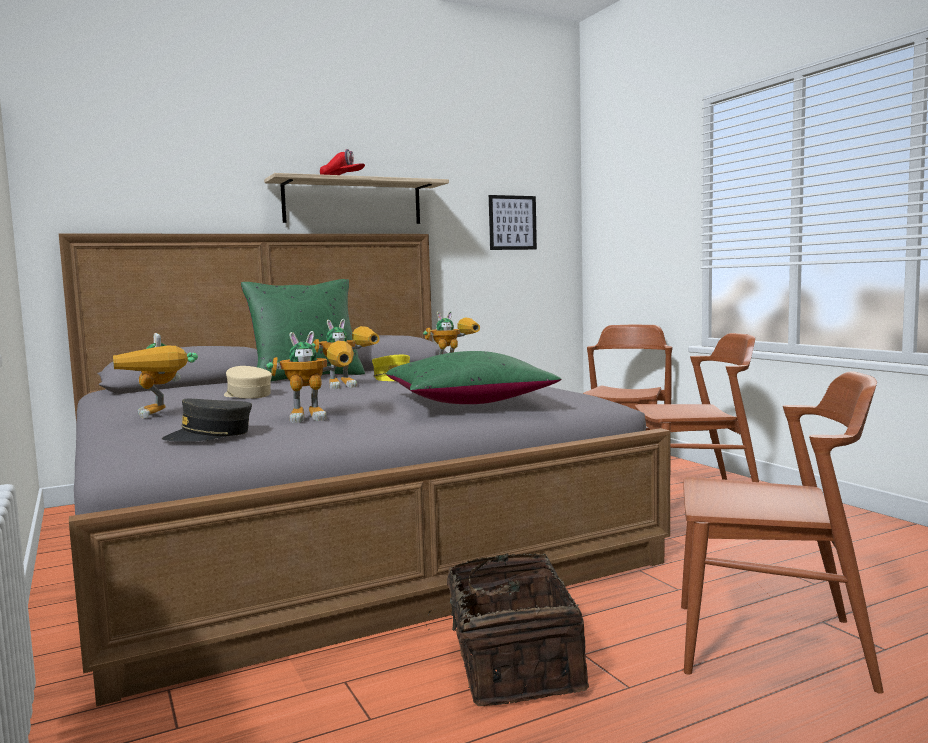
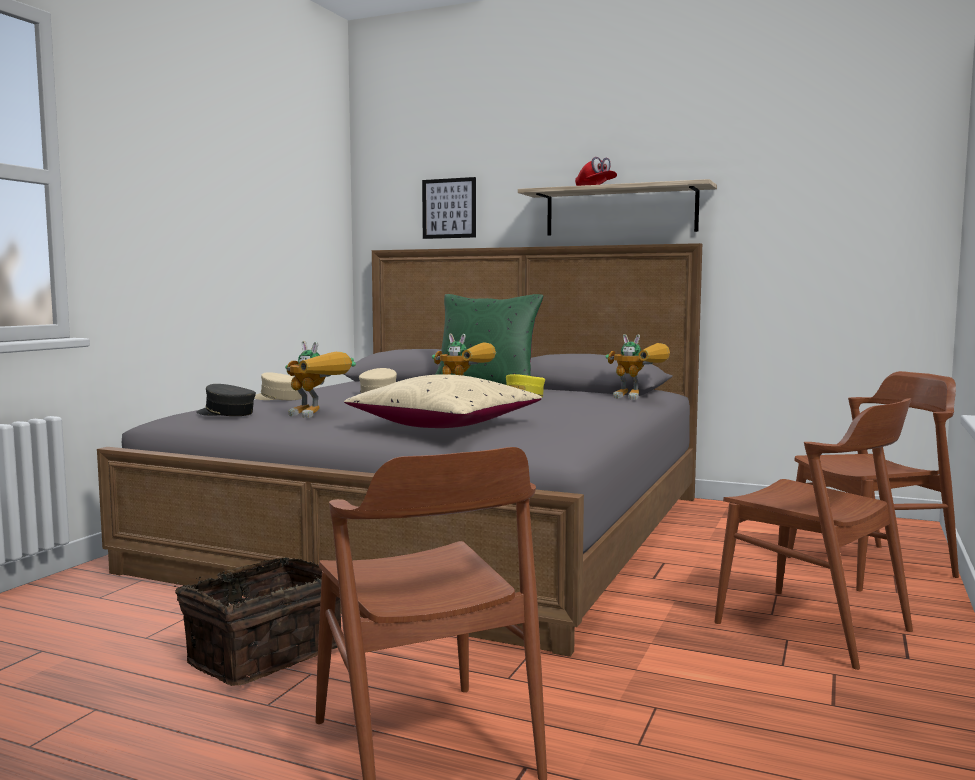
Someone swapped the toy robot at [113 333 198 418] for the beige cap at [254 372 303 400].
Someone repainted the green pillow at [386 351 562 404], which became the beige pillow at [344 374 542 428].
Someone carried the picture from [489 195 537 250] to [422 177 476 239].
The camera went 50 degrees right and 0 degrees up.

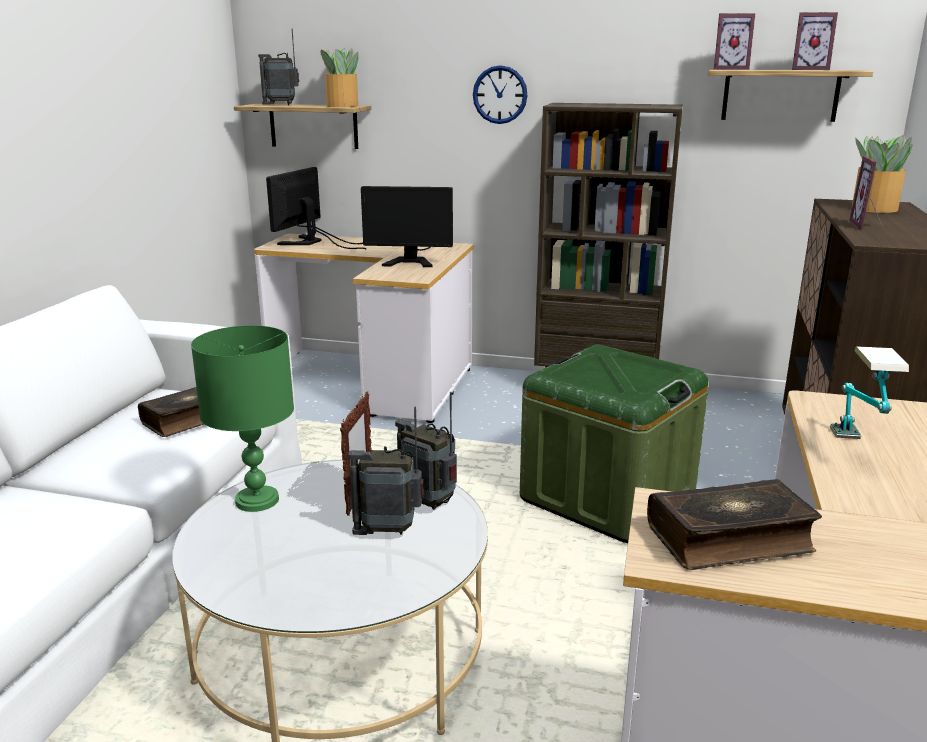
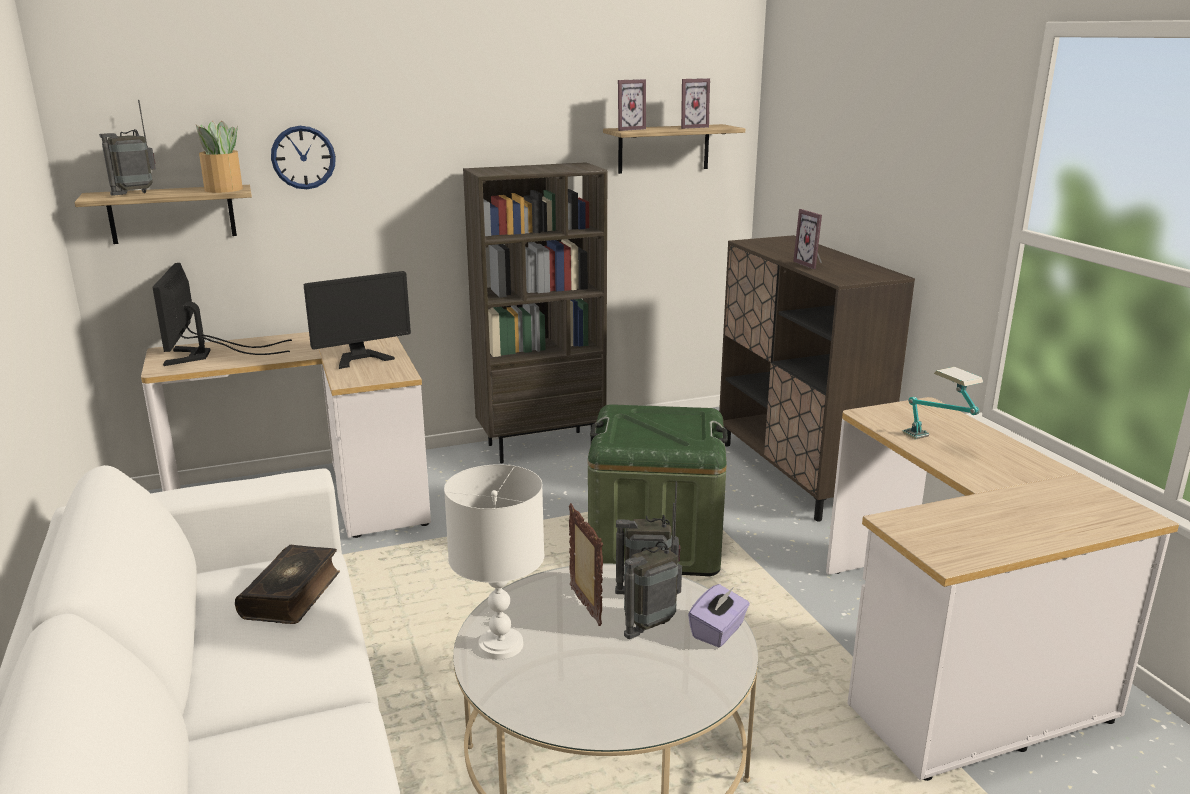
Someone carried the wall clock from [473 65 527 124] to [271 126 336 189].
Someone repainted the green table lamp at [191 325 294 512], which became the white table lamp at [444 464 544 659].
Someone put down the purple tissue box at [688 584 750 647].
Someone took away the book at [647 479 822 570].
Someone took away the potted plant at [852 135 912 213].
The camera went 35 degrees left and 0 degrees up.

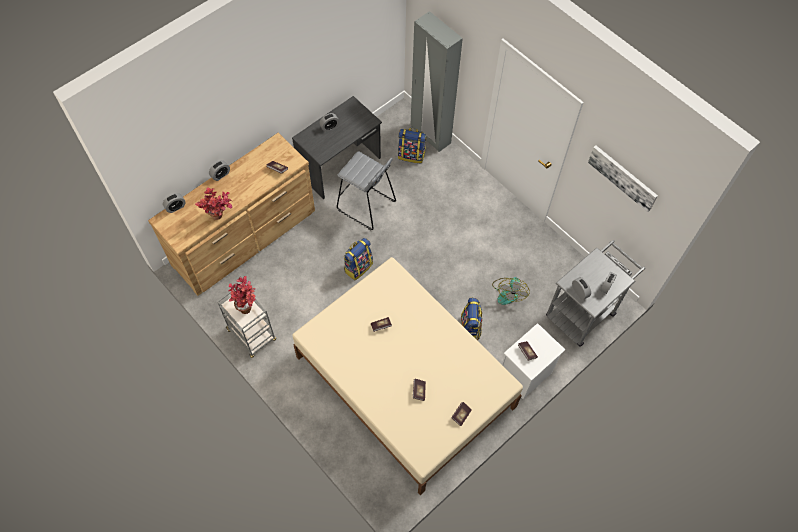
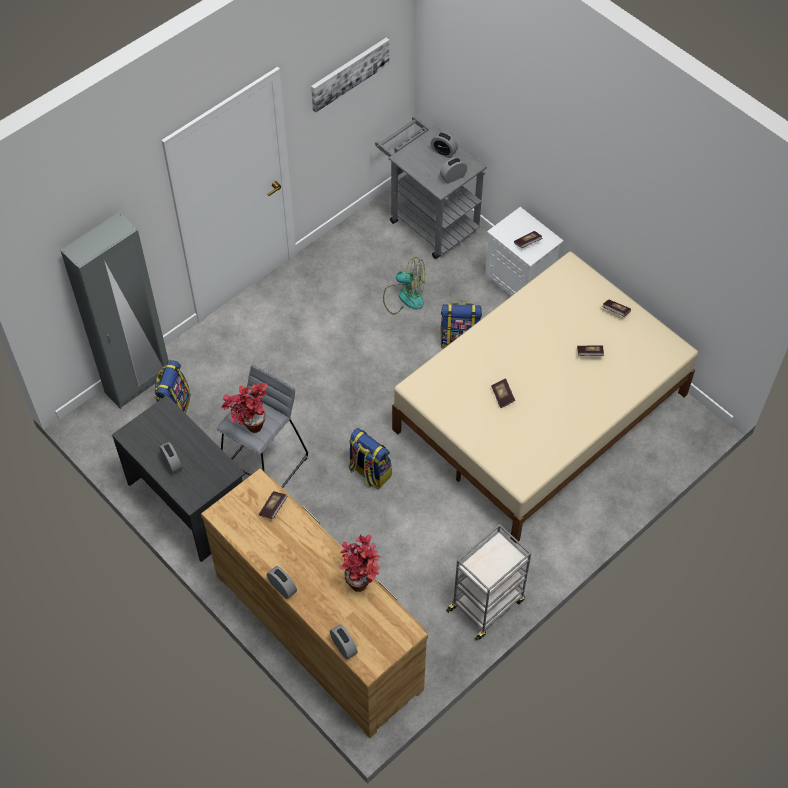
Someone carried the potted plant from [229 276 256 314] to [222 383 267 433].
The camera went 90 degrees left and 5 degrees down.

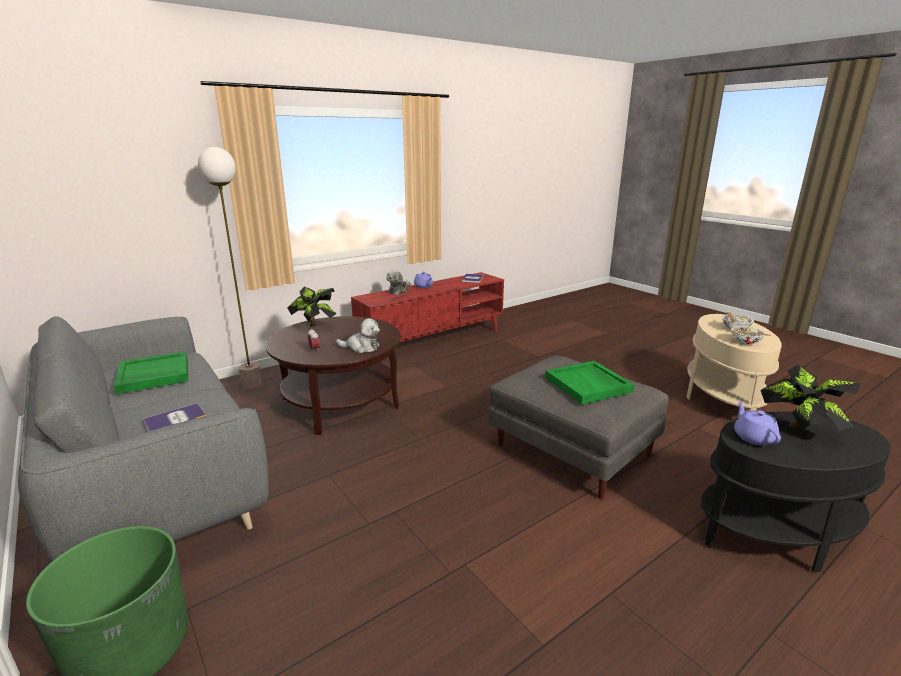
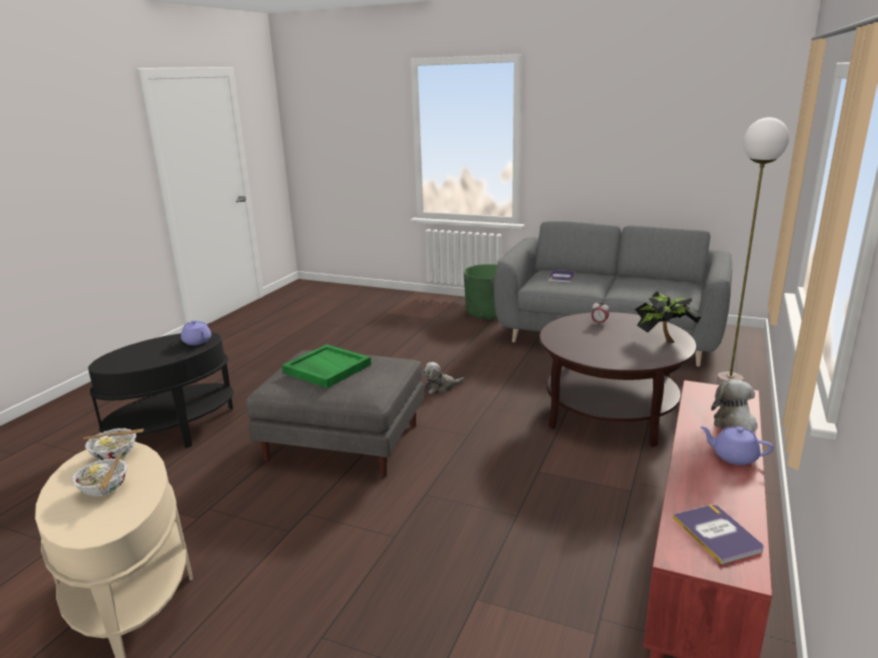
Someone carried the plush toy from [336 318 380 353] to [422 362 464 394].
Someone took away the green tray at [114 351 188 394].
Someone took away the potted plant at [760 365 861 431].
The camera went 150 degrees right and 0 degrees up.

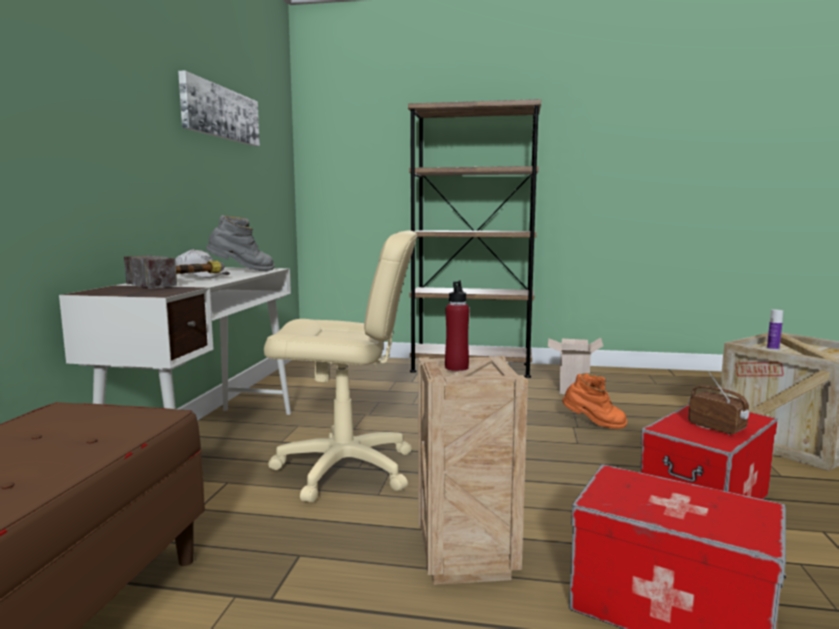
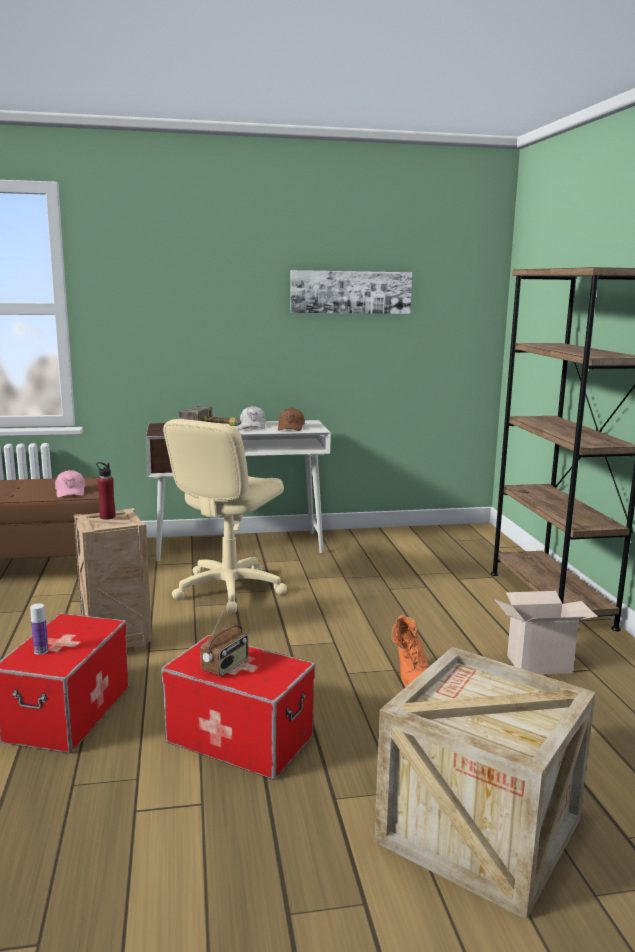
Someone carried the bottle from [767 309 783 350] to [30 603 48 655].
Someone put down the pink cap at [55 470 85 498].
Someone rotated the beige office chair at [264 230 417 502] by 45 degrees clockwise.
Someone swapped the grey boot at [206 215 275 271] for the brown cap at [278 408 305 431].
The camera went 70 degrees right and 5 degrees up.

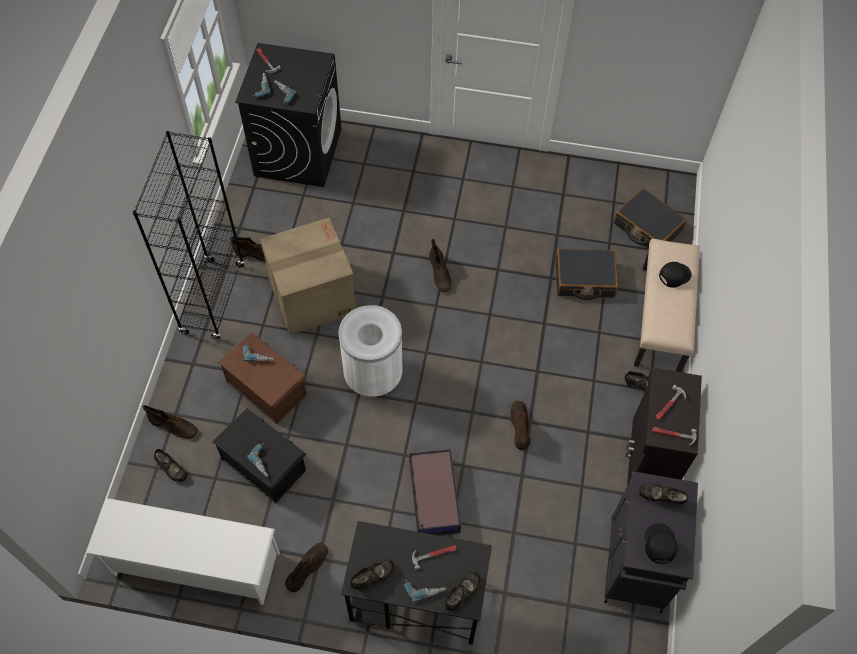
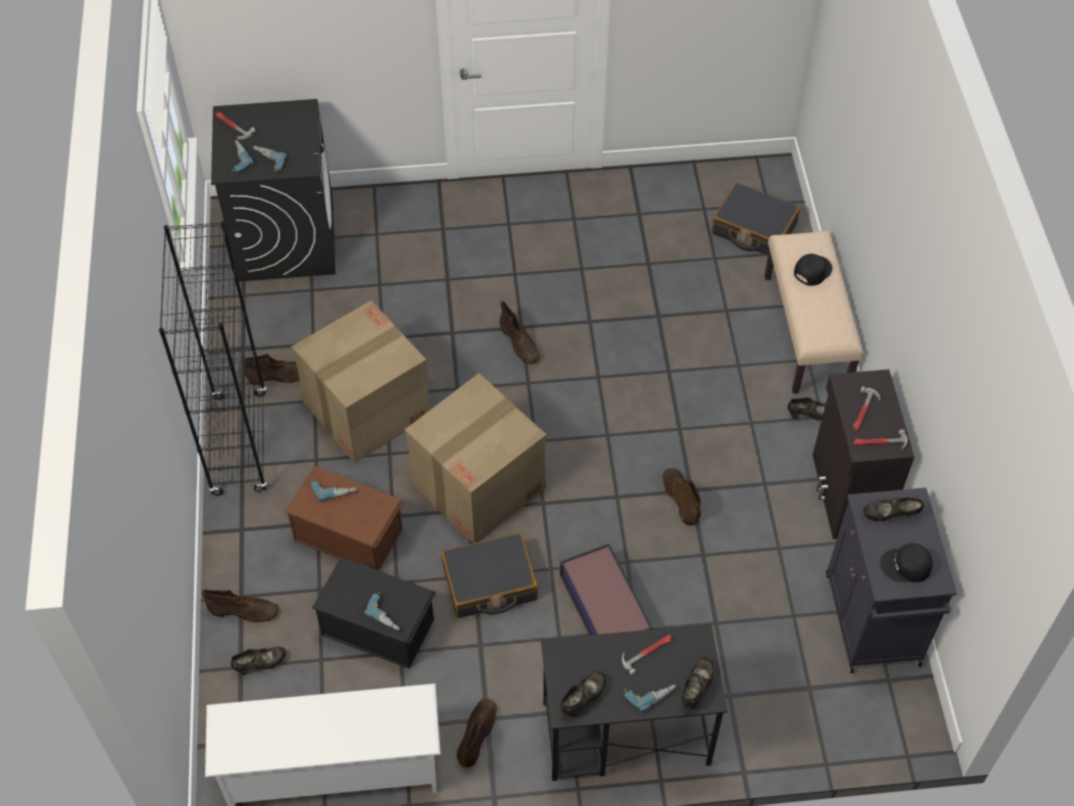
Someone rotated the black shoe at [154 449 187 482] by 45 degrees counterclockwise.
Someone swapped the white trash can at [338 305 403 397] for the cardboard box at [405 373 546 543].
Someone carried the black suitcase from [556 248 618 300] to [441 533 538 618].
Someone rotated the black cap at [644 523 678 563] by 75 degrees counterclockwise.
The camera went 15 degrees left and 5 degrees down.

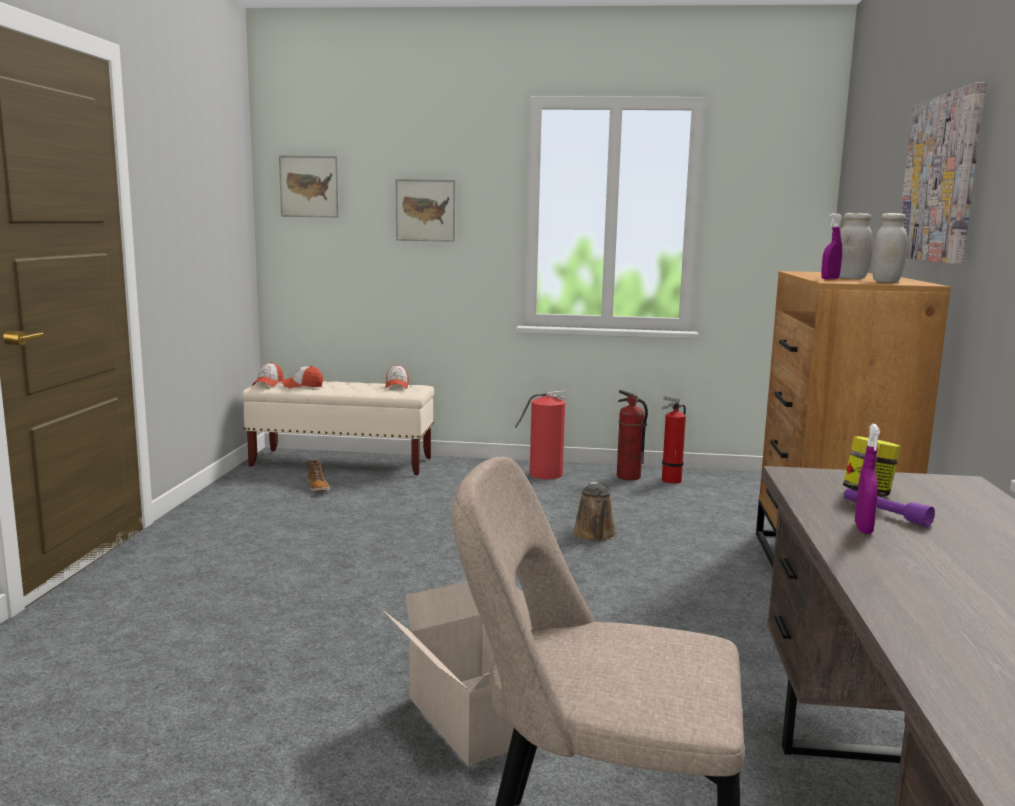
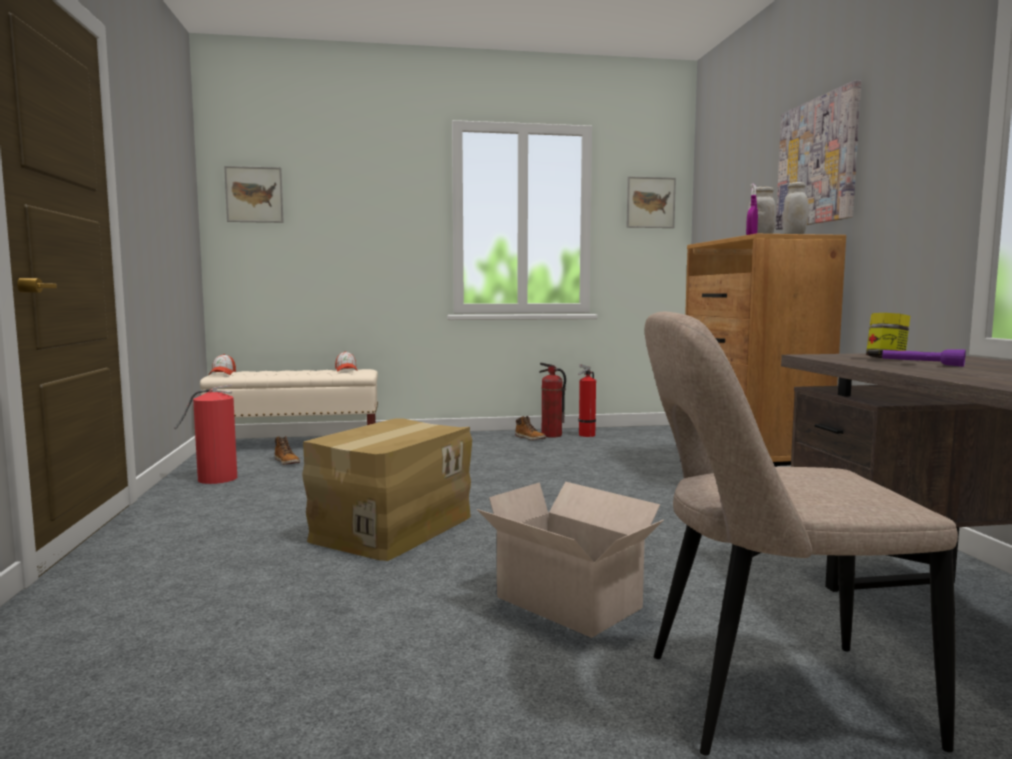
Someone carried the fire extinguisher from [515 391 565 479] to [174 385 237 484].
Someone put down the cardboard box at [302 418 472 561].
Someone put down the boot at [515 416 546 440].
Someone carried the picture from [396 179 456 242] to [627 176 676 228].
Someone took away the cap at [282 366 323 388].
Someone took away the brown watering can at [573 482 617 541].
Someone took away the purple spray bottle at [855 424 880 534].
The camera went 15 degrees left and 5 degrees down.

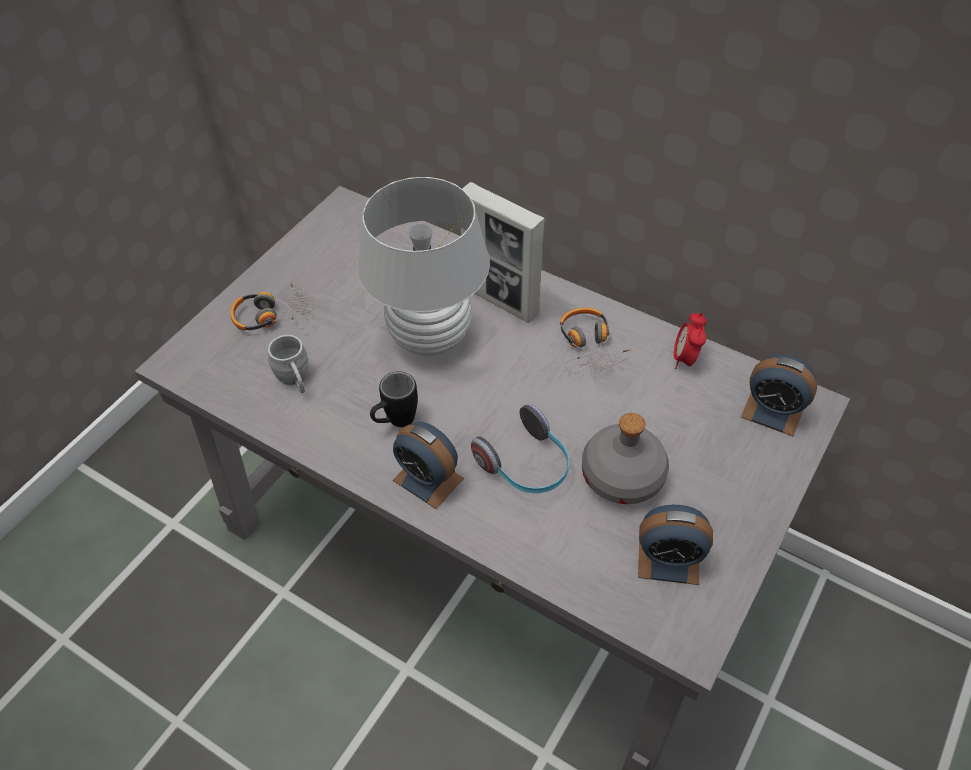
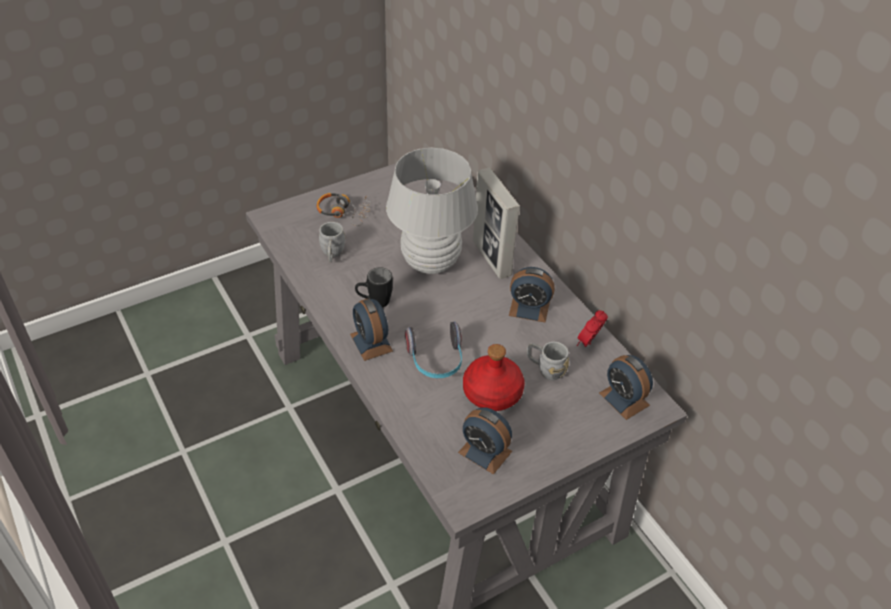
Someone repainted the grey bottle at [582 413 669 504], which became the red bottle at [463 344 525 411].
Someone swapped the headphones at [560 308 631 373] for the alarm clock at [509 267 555 323].
Someone put down the grey mug at [527 342 569 380].
The camera went 25 degrees right and 5 degrees down.

